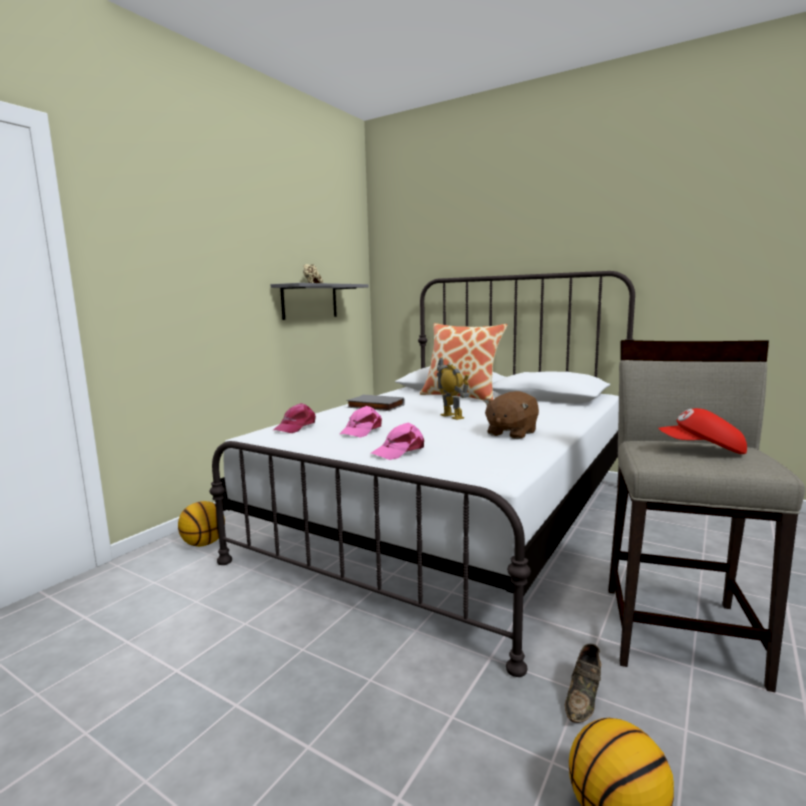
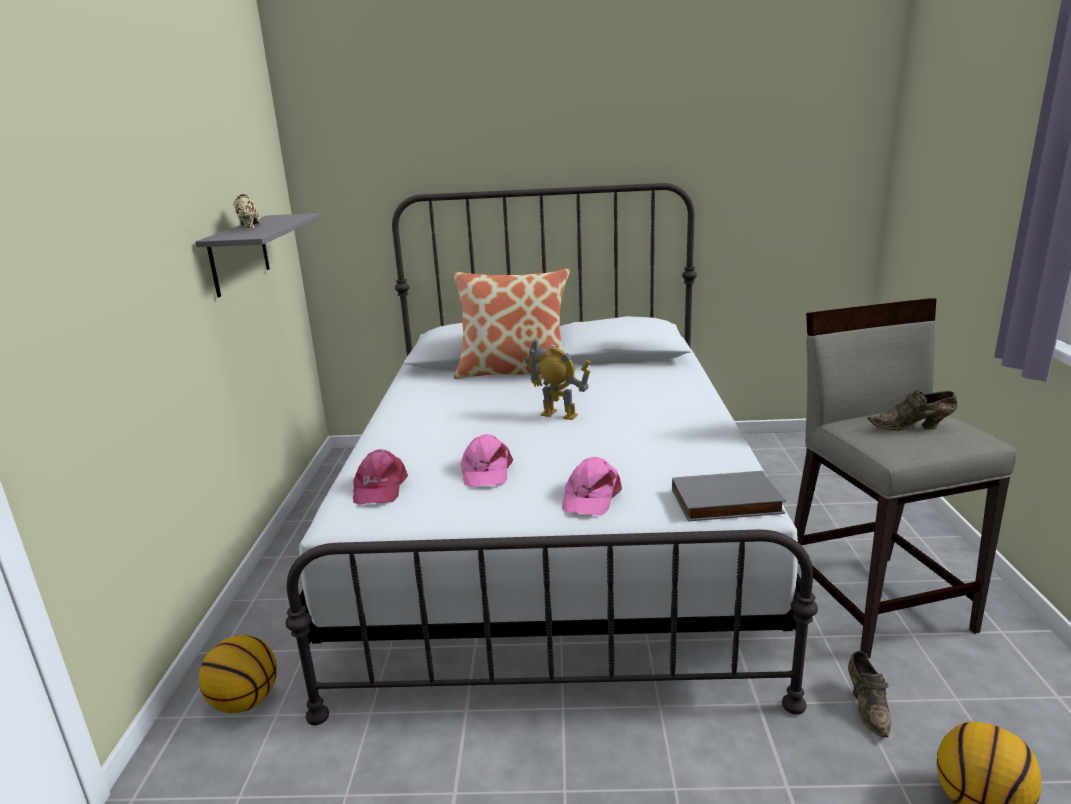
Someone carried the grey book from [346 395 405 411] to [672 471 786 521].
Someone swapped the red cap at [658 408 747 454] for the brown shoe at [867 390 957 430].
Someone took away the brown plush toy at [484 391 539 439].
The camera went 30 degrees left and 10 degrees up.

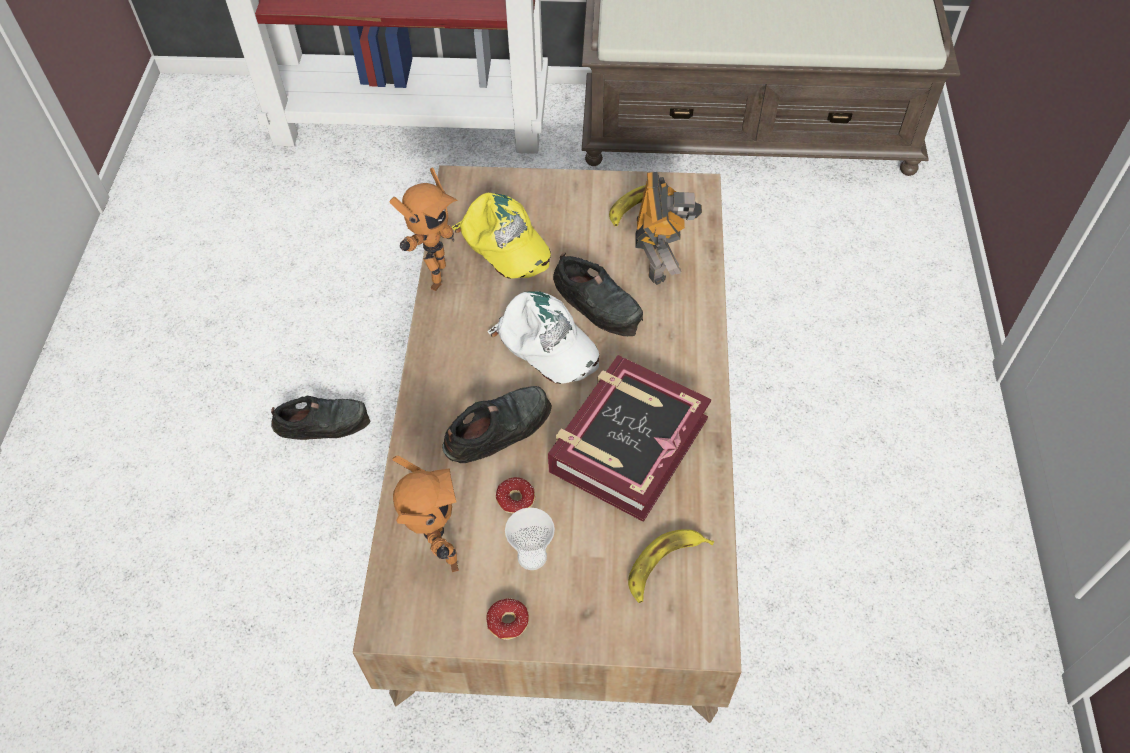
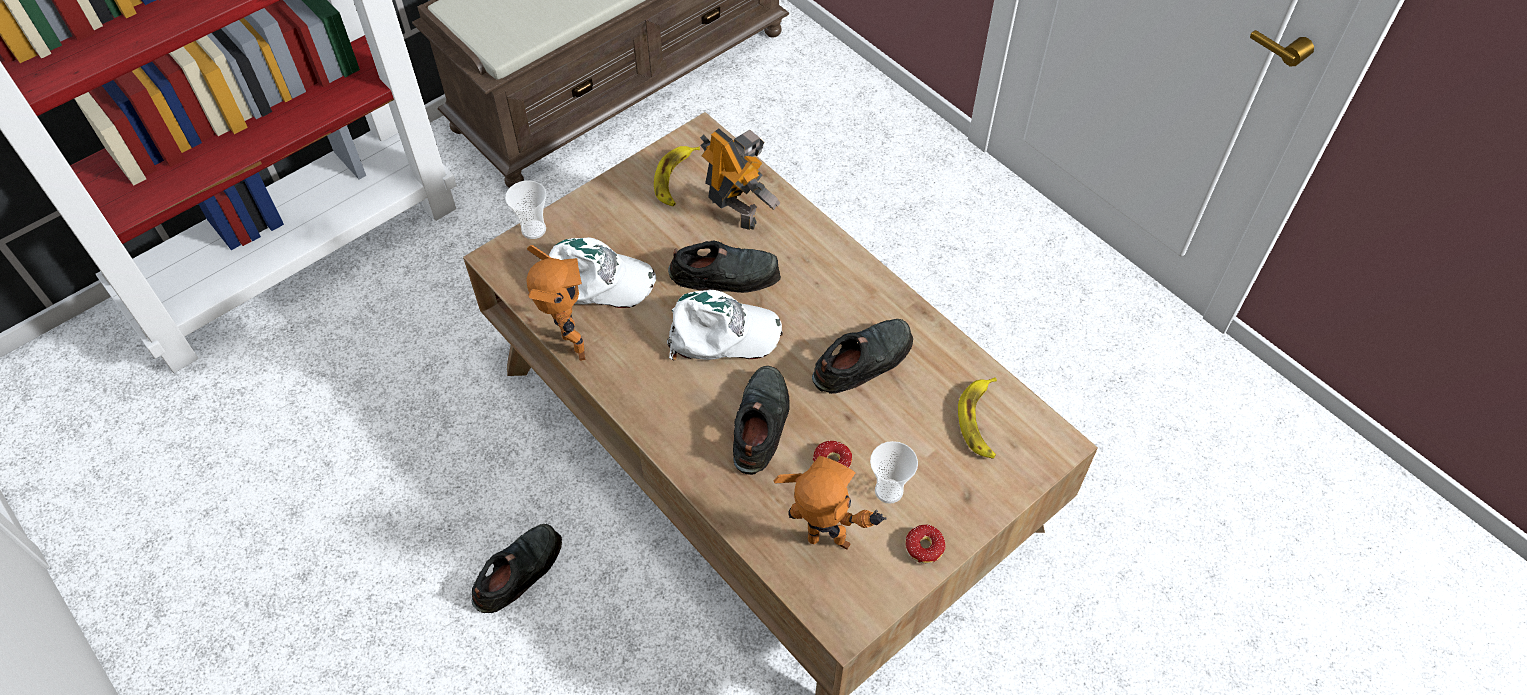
Someone put down the cup at [505 180 547 239].
Someone repainted the yellow cap at [452 193 551 279], which became the white cap at [549 237 656 308].
Someone swapped the book at [548 355 711 522] for the black shoe at [812 319 913 394].
The camera went 45 degrees left and 0 degrees up.

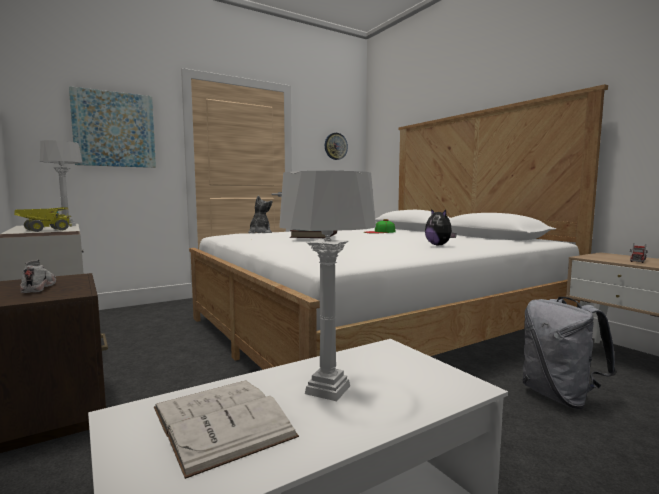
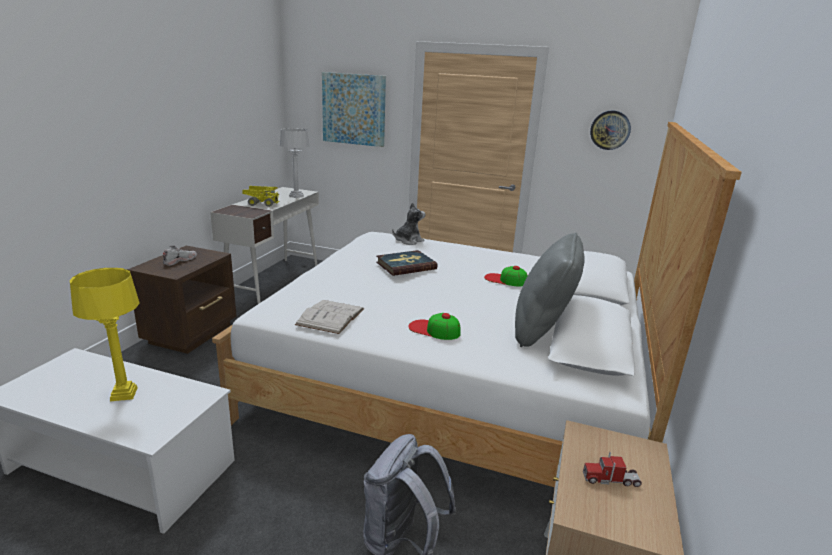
Someone repainted the grey table lamp at [279 171 376 401], which became the yellow table lamp at [70 268 140 401].
Someone carried the white book from [154 380 299 479] to [295 300 364 334].
Someone swapped the plush toy at [425 209 457 246] for the cap at [408 313 461 340].
Someone put down the grey pillow at [515 233 585 347].
The camera went 50 degrees right and 15 degrees up.

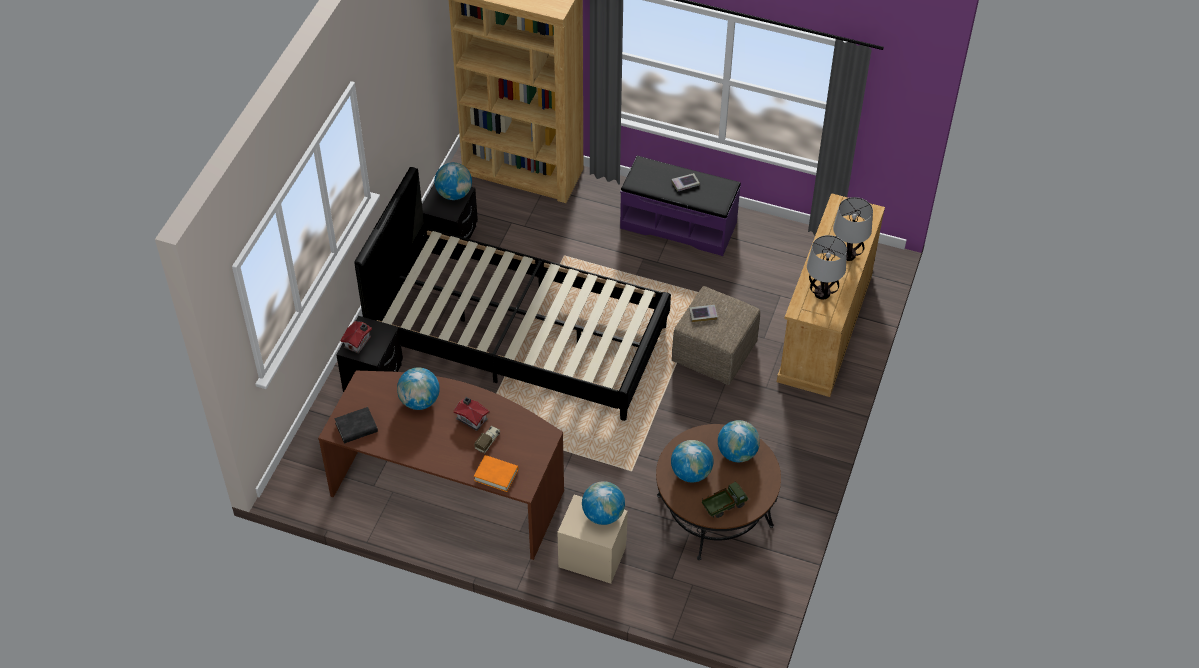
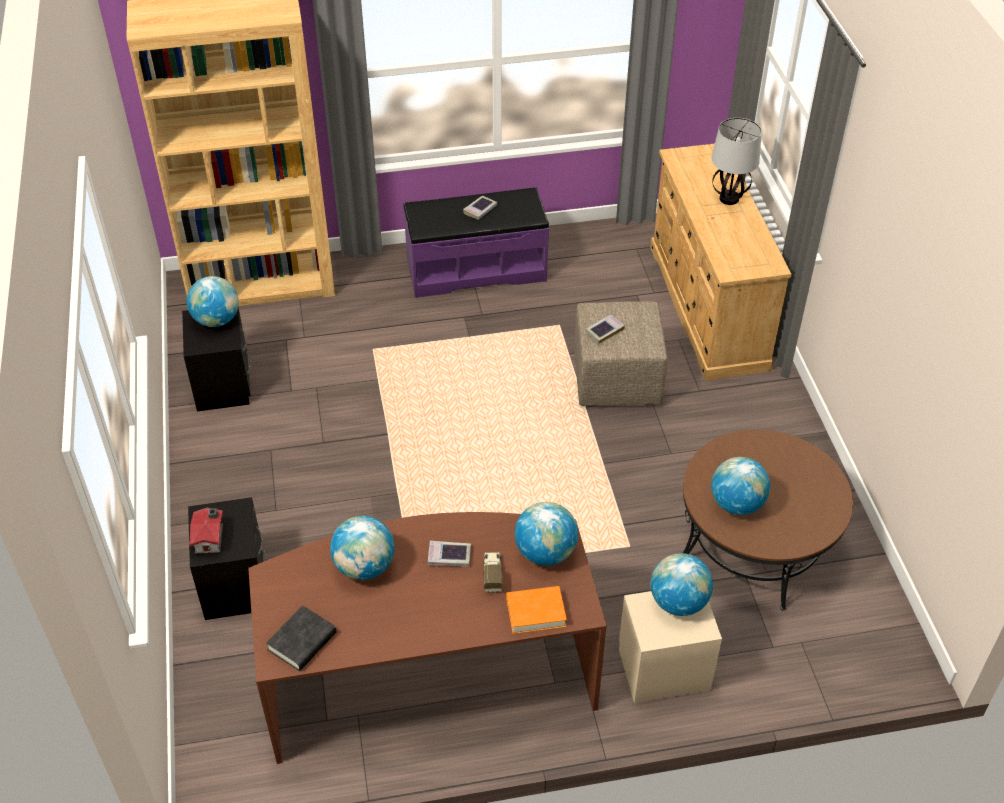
Someone swapped the toy house at [453 397 489 431] for the book at [428 541 471 567].
Someone carried the globe from [718 420 760 462] to [515 502 578 566].
Someone took away the black bed at [354 167 671 421].
Someone took away the toy truck at [702 482 748 518].
Someone took away the table lamp at [807 235 847 300].
The camera went 30 degrees left and 5 degrees down.

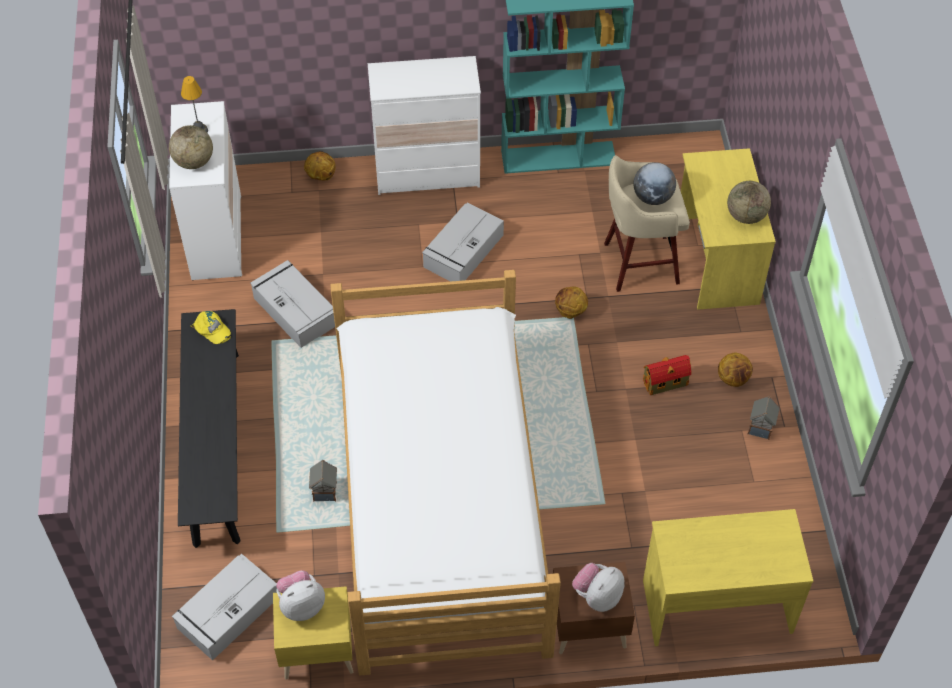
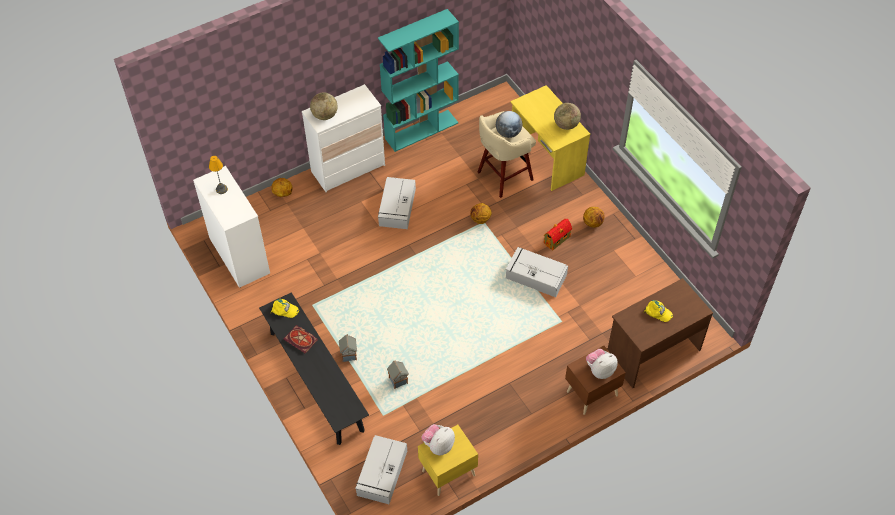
Someone put down the book at [284 325 318 353].
Someone carried the globe from [169 125 213 169] to [310 92 338 120].
Someone carried the toy house from [748 396 780 440] to [339 334 357 362].
Someone carried the grey storage box from [250 260 335 348] to [506 247 568 297].
Someone rotated the plush toy at [572 563 625 612] by 45 degrees clockwise.
Someone repainted the yellow desk at [643 509 813 646], which became the brown desk at [607 278 713 388].
Someone put down the yellow cap at [643 300 673 322].
Someone took away the bed at [330 270 561 675].
The camera went 25 degrees left and 0 degrees up.

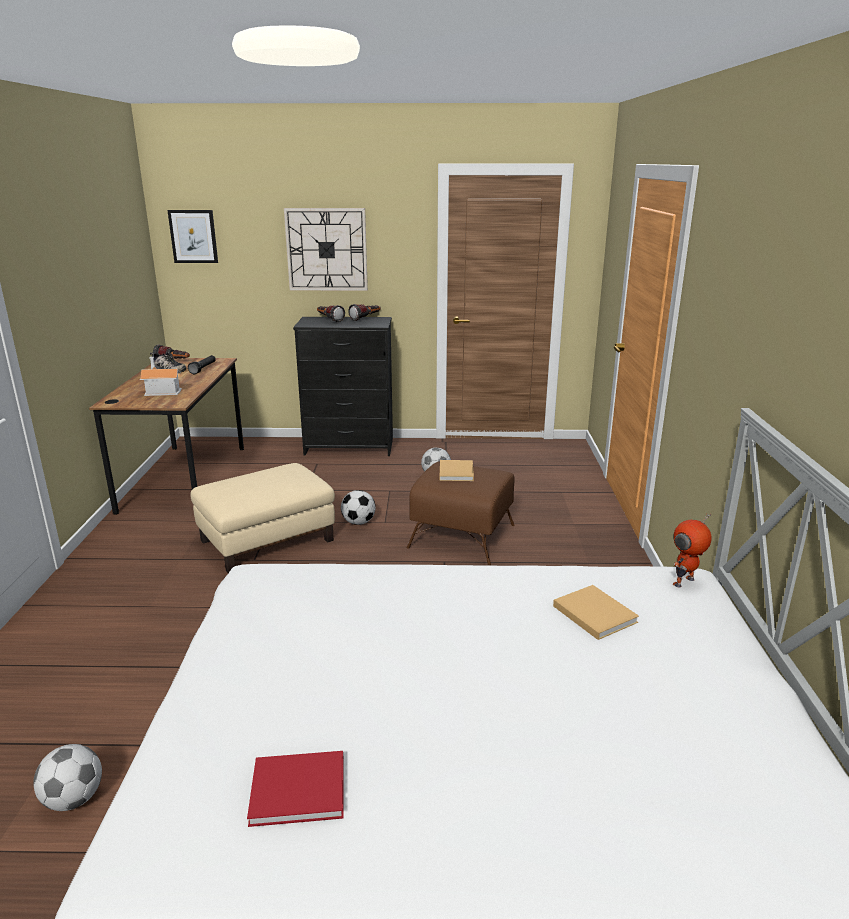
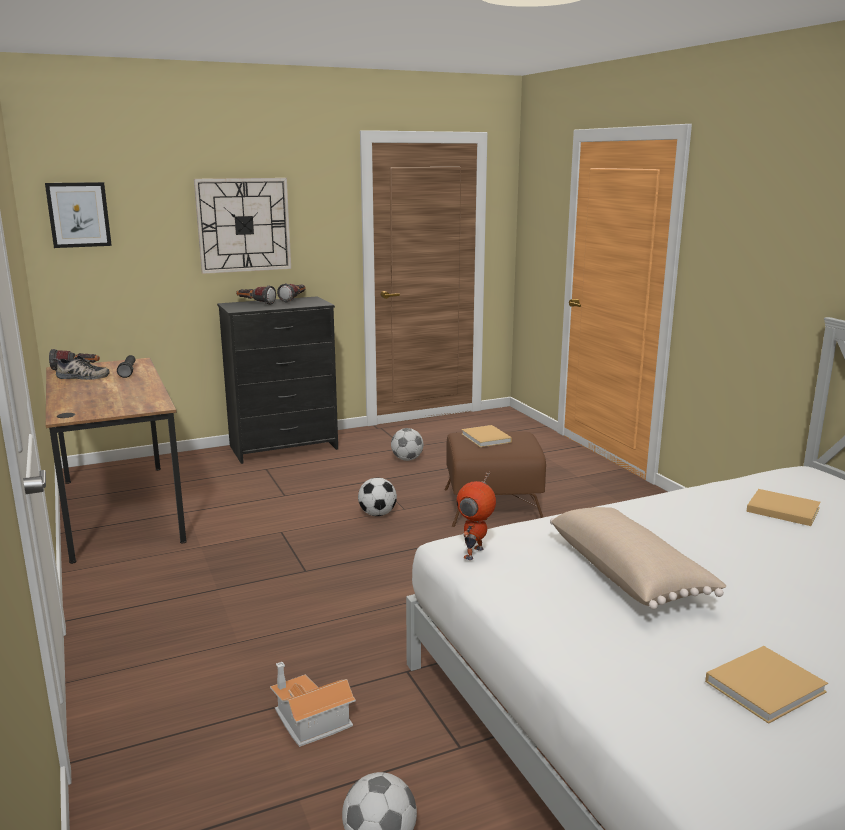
Someone carried the toy house from [140 357 182 396] to [270 662 356 747].
Someone carried the toy robot from [673 513 712 588] to [457 473 496 560].
Someone put down the beige pillow at [550 507 726 609].
Someone repainted the red book at [247 751 344 827], which became the beige book at [705 646 828 724].
Someone took away the beige ottoman at [190 463 335 573].
The camera went 25 degrees left and 5 degrees down.

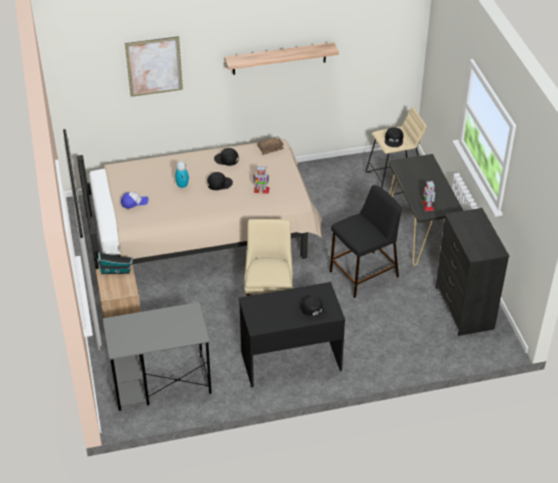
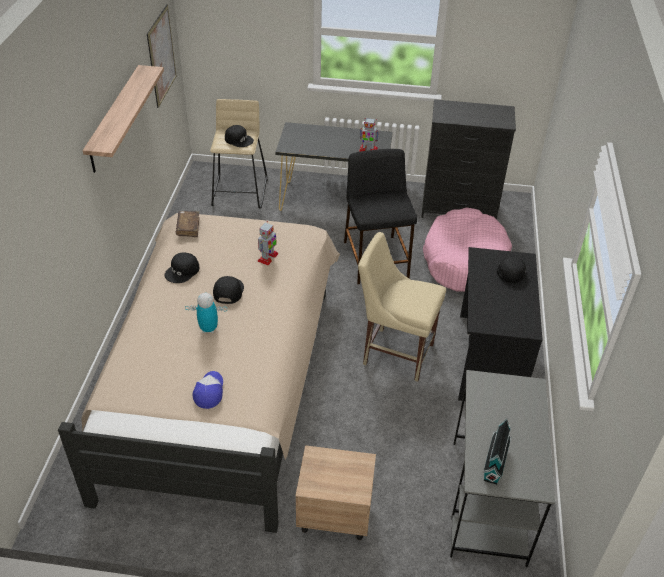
Someone carried the picture from [125 36 183 97] to [147 4 176 108].
Someone put down the pink dog bed at [423 207 512 292].
Someone carried the toy house from [97 252 133 274] to [483 419 512 485].
The camera went 70 degrees left and 0 degrees up.

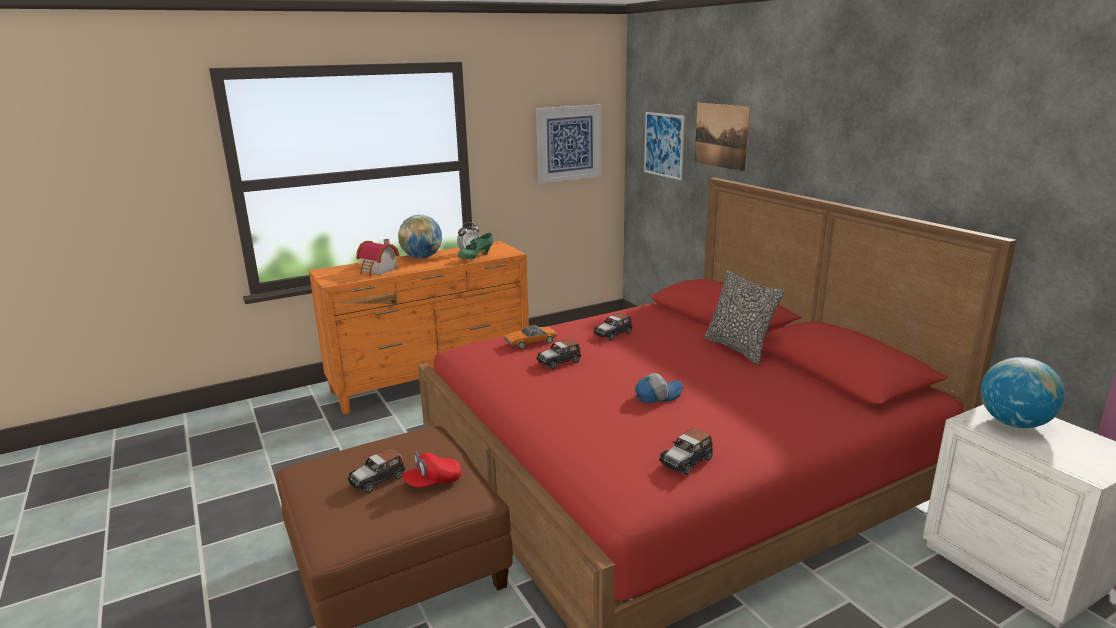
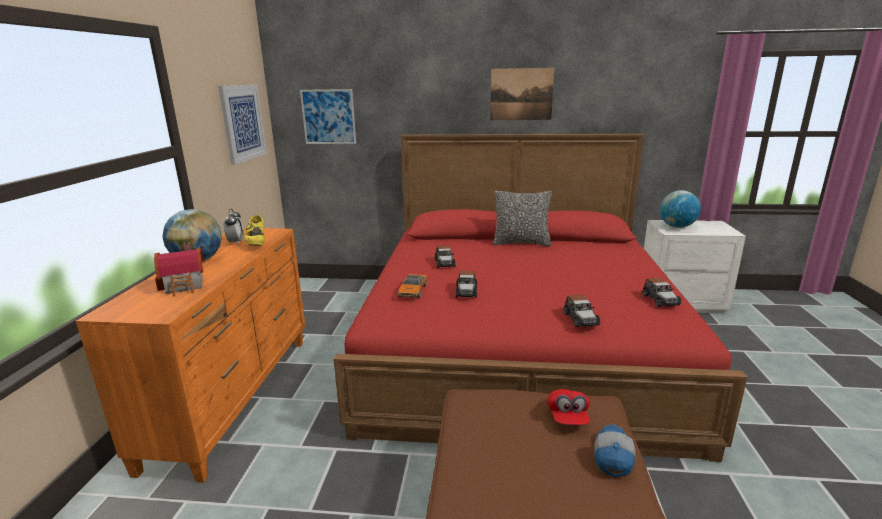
Someone repainted the green shoe at [458 233 493 259], which became the yellow shoe at [244 215 265 246].
Someone carried the picture from [695 103 751 172] to [490 68 554 120].
Someone carried the toy car from [348 448 405 493] to [564 295 600 327].
Someone carried the cap from [635 373 683 403] to [594 424 636 477].
The camera went 55 degrees left and 0 degrees up.

